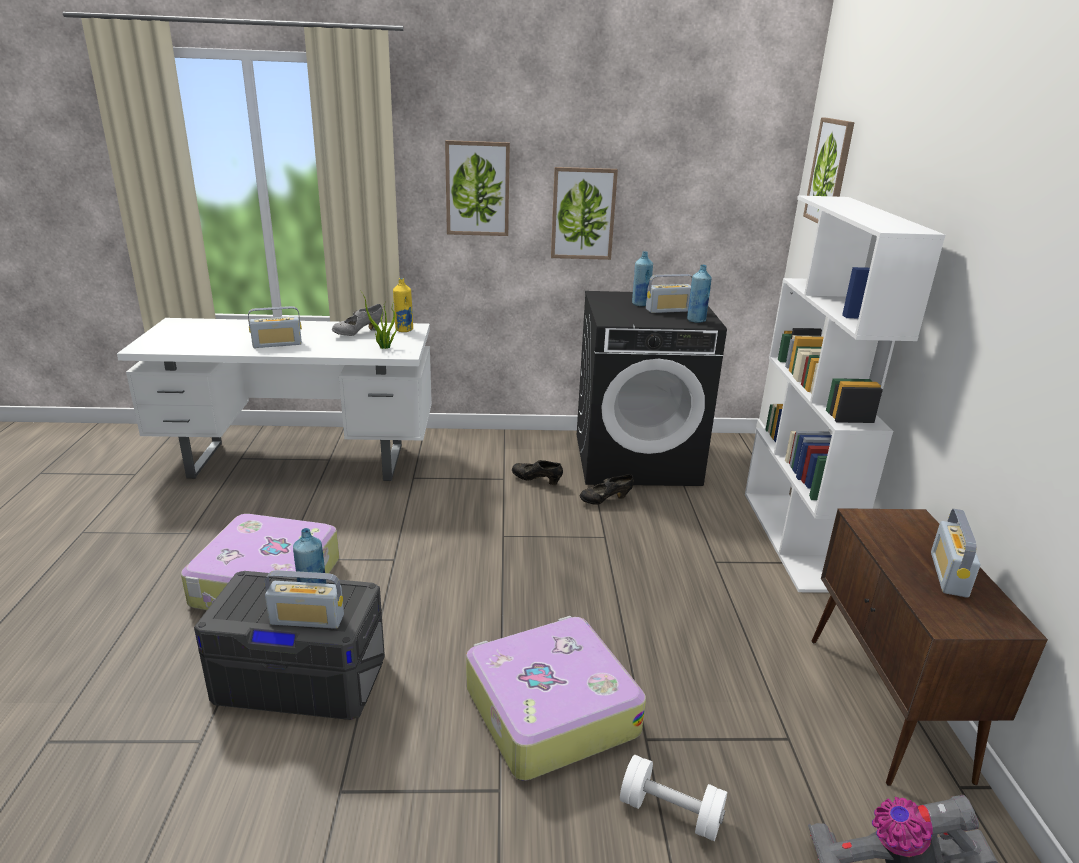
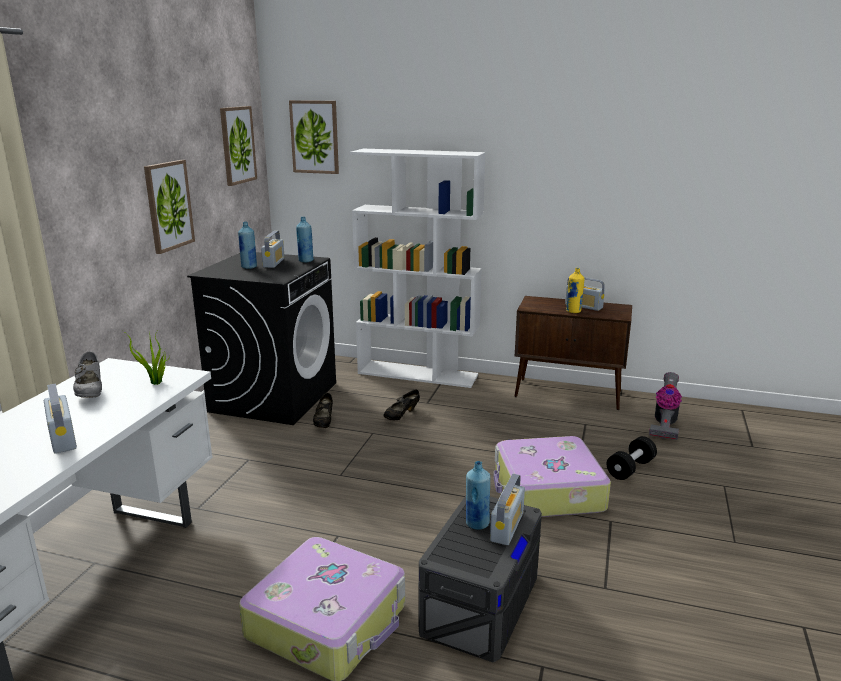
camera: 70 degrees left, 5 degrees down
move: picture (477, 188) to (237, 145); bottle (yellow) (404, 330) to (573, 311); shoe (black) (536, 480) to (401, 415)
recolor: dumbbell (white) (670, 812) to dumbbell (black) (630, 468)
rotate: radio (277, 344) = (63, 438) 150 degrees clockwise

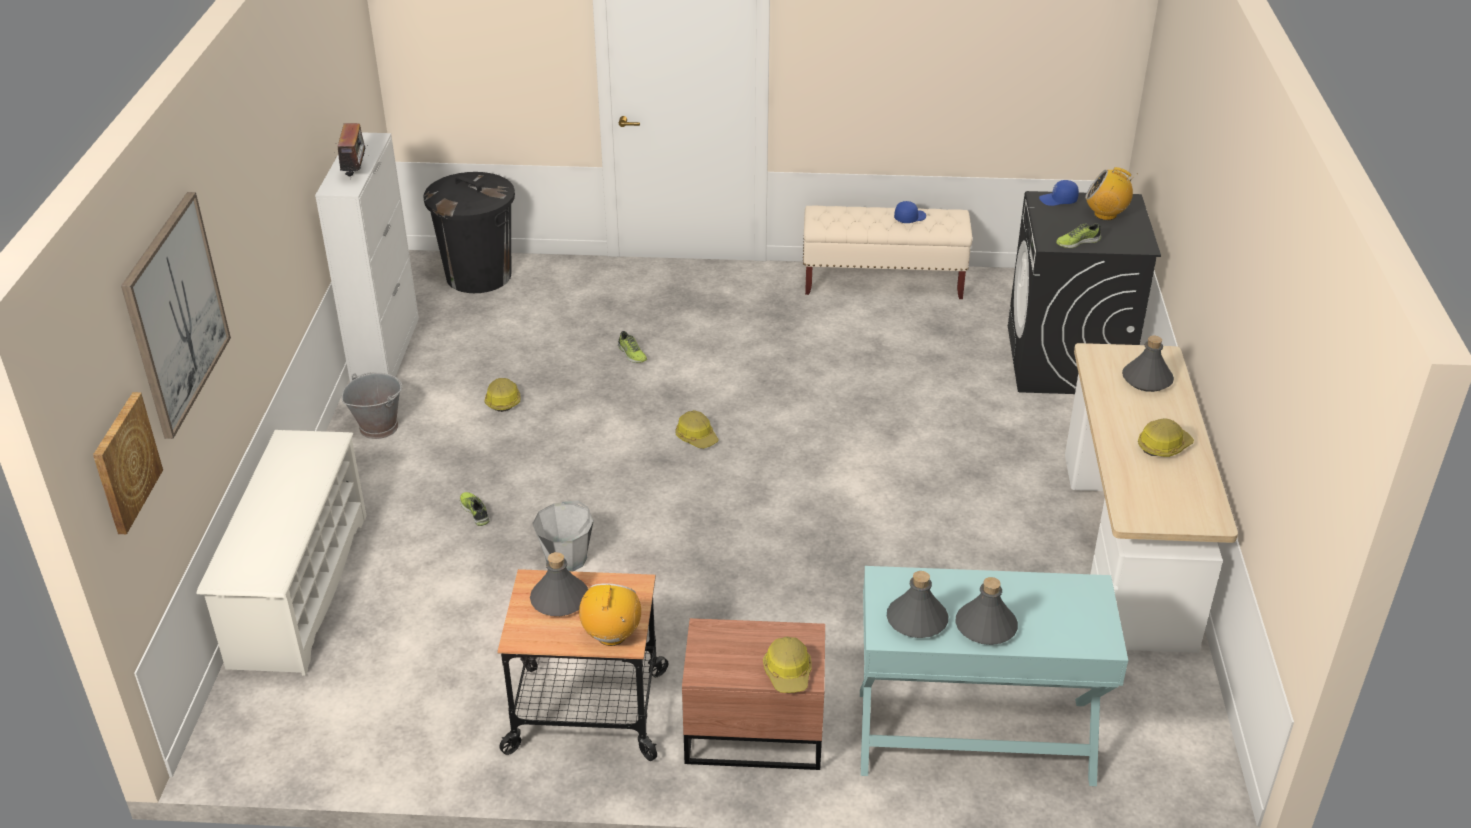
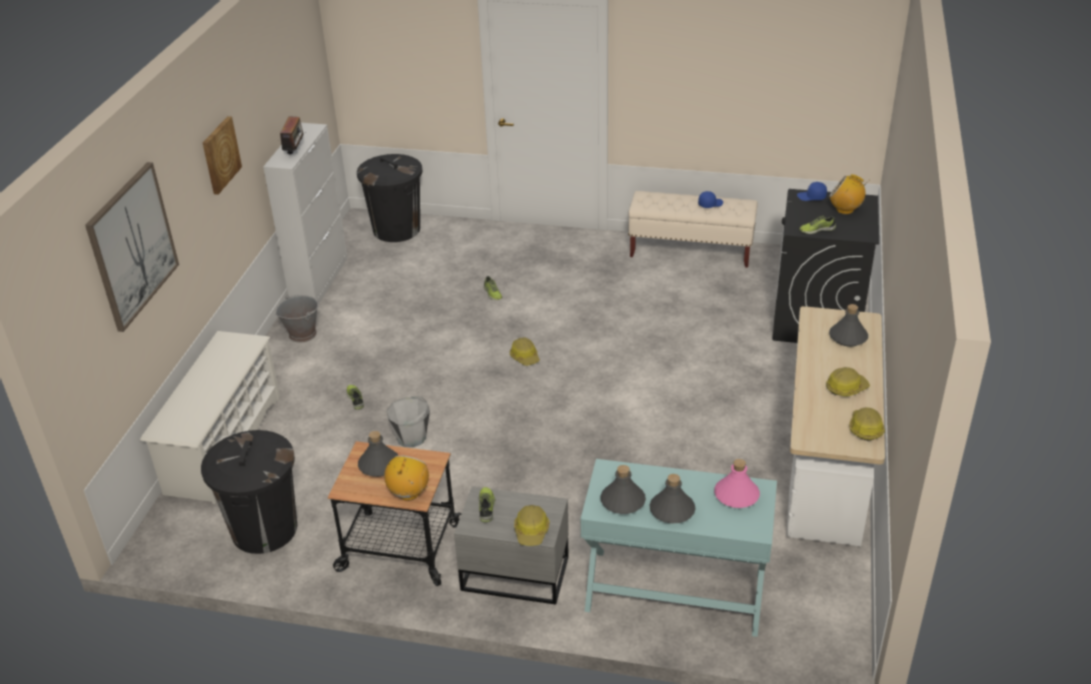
camera: 10 degrees right, 0 degrees up
insert: trash can (black) (264, 529); bottle (pink) (736, 495); shoe (487, 507)
move: hard hat (503, 400) to (865, 428); picture (125, 462) to (220, 155)
recolor: nightstand (brown) (752, 730) to nightstand (grey) (514, 571)

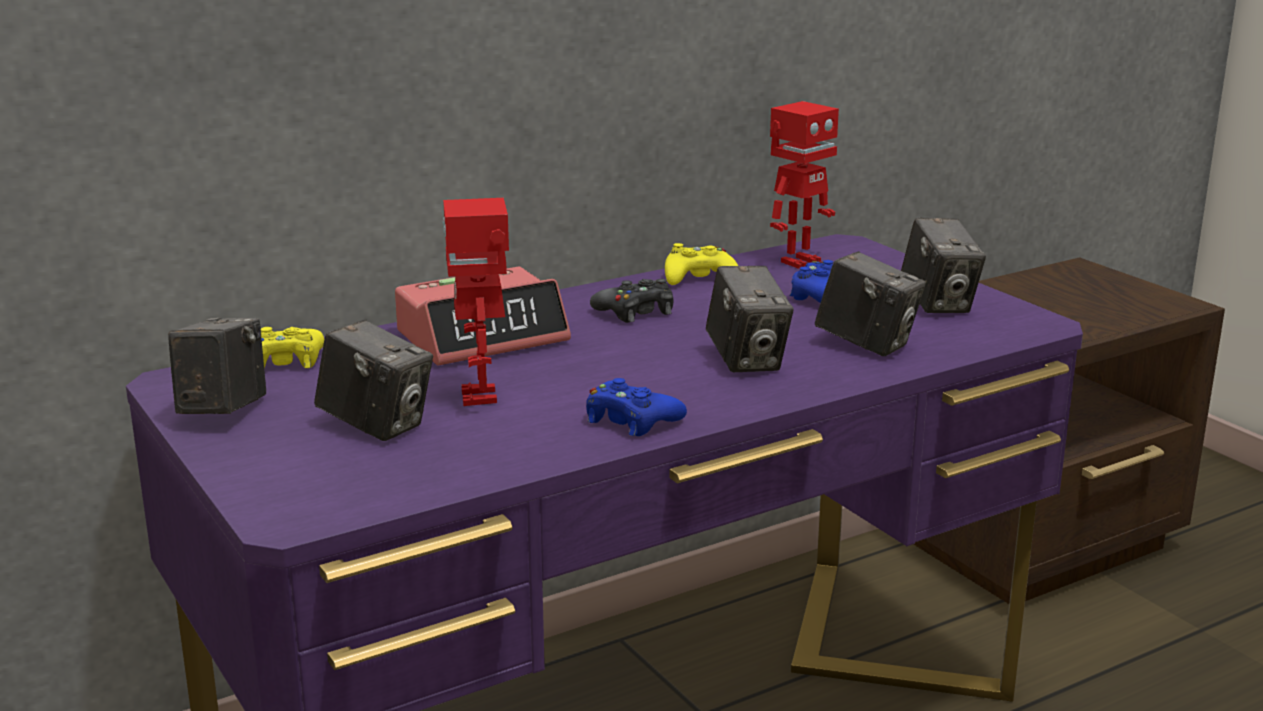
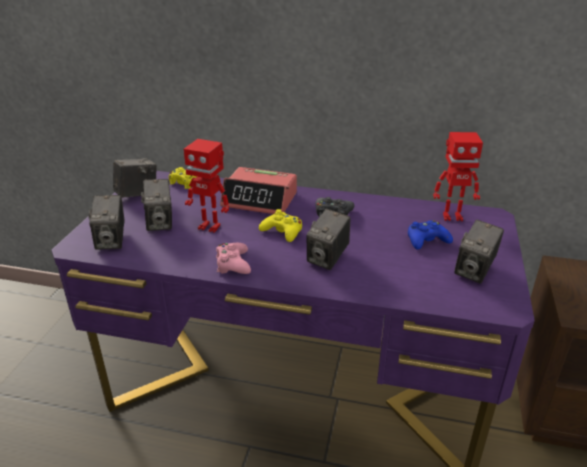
camera: 45 degrees right, 10 degrees up
move: game controller (yellow) (699, 278) to (282, 231); photo camera (867, 345) to (111, 241)
recolor: game controller (blue) (631, 420) to game controller (pink) (233, 264)
rotate: toy robot (481, 396) = (210, 226) 105 degrees counterclockwise

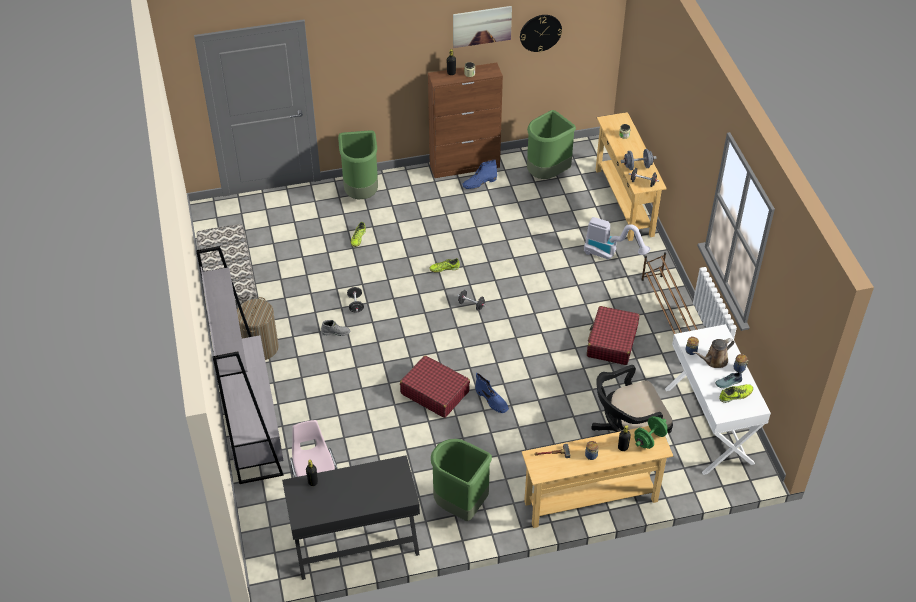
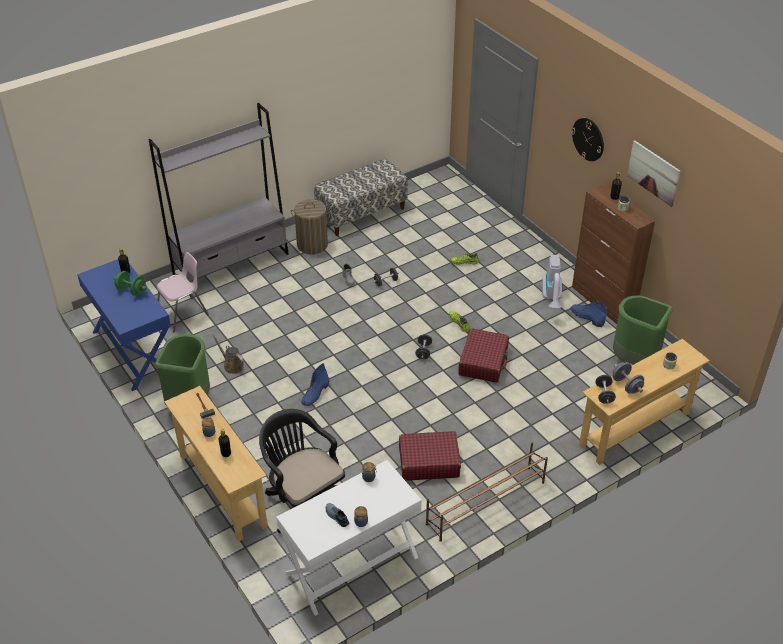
camera: 70 degrees right, 5 degrees down
delete: trash can (green) (361, 192); shoe (736, 395)
move: wall clock (540, 32) to (588, 139); vacuum cleaner (610, 254) to (552, 298); watering can (brown) (714, 361) to (232, 365); suitcase (red) (434, 392) to (483, 361); dumbbell (green) (649, 439) to (131, 291)
recolor: desk (black) (355, 543) to desk (blue) (134, 351)

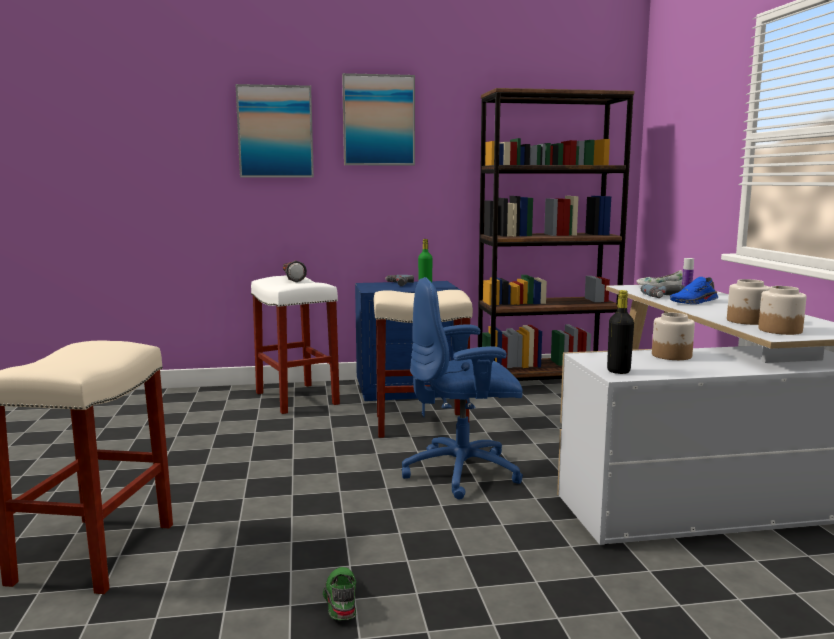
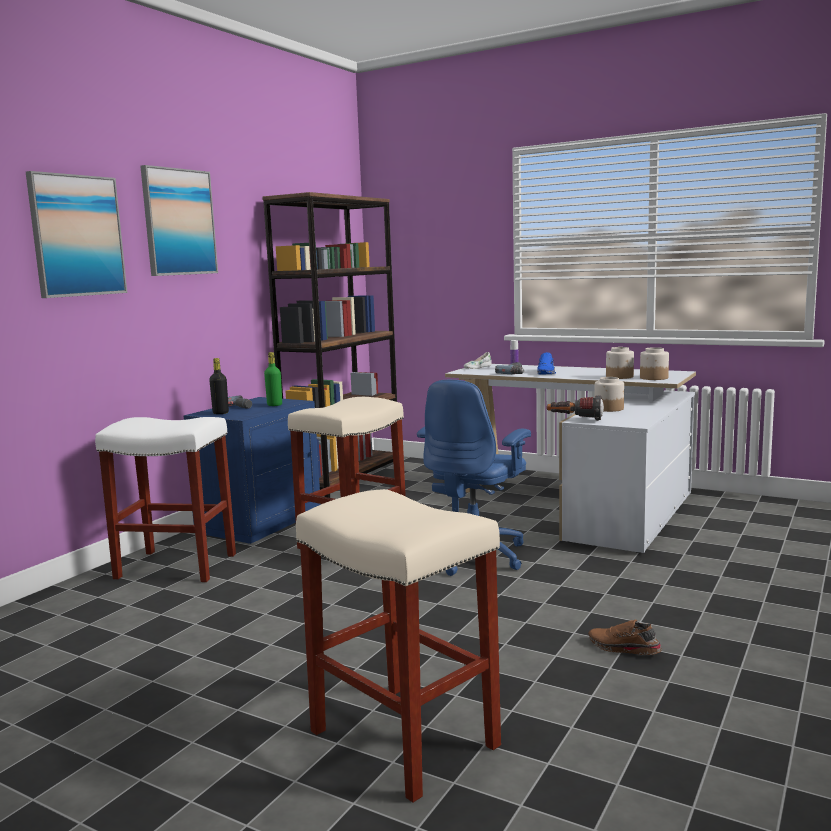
camera: 50 degrees left, 0 degrees up
move: flashlight (291, 279) to (574, 420); bottle (black) (618, 371) to (220, 413)
recolor: shoe (green) (340, 600) to shoe (brown) (623, 648)

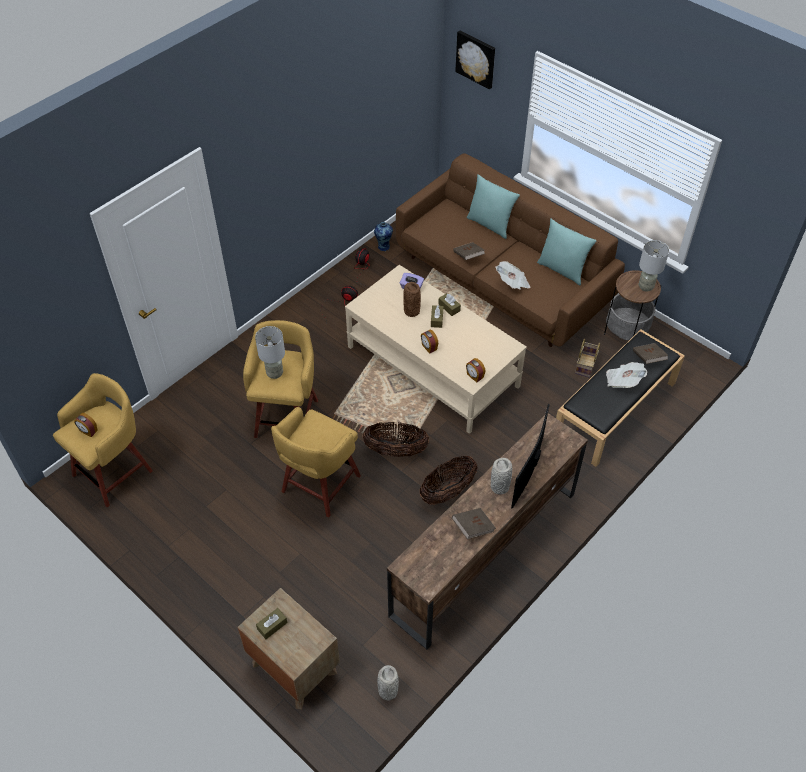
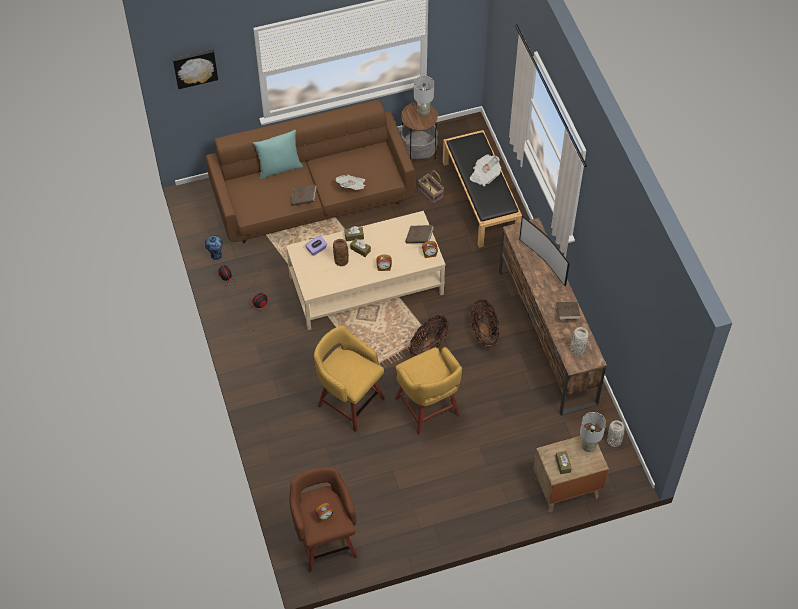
camera: 60 degrees left, 5 degrees up
delete: pillow (turquoise) (562, 270)
move: table lamp (grey) (274, 373) to (588, 446); book (brown) (648, 358) to (419, 238); vase (grey) (499, 486) to (577, 349)
recolor: stool (yellow) (115, 471) to stool (brown) (325, 540)

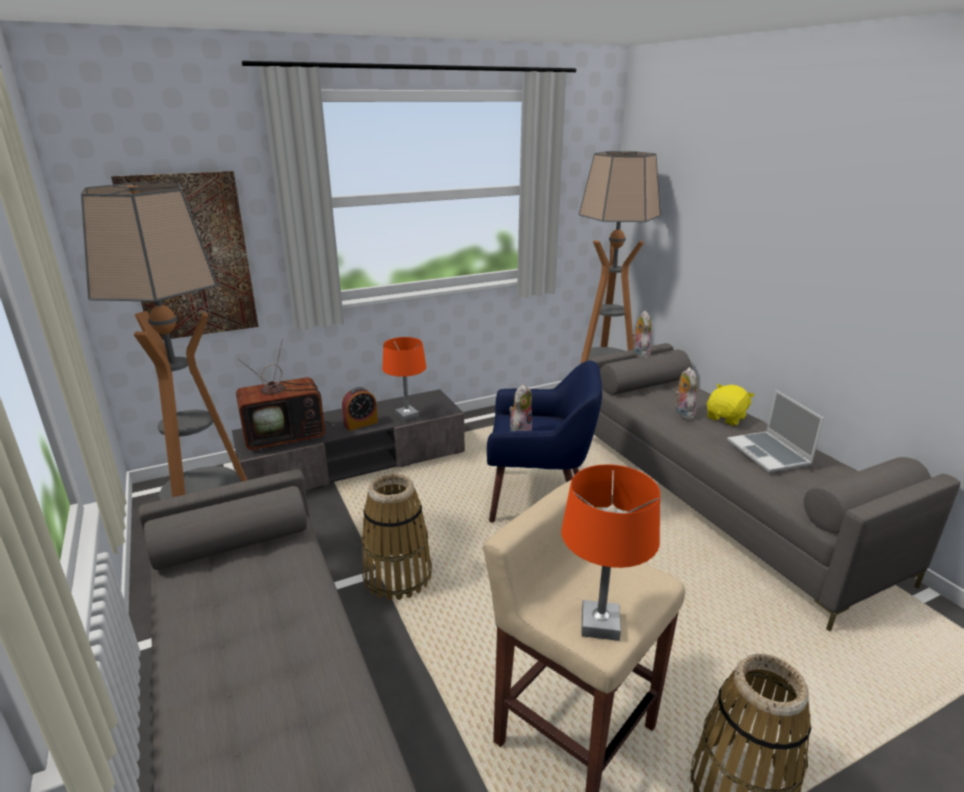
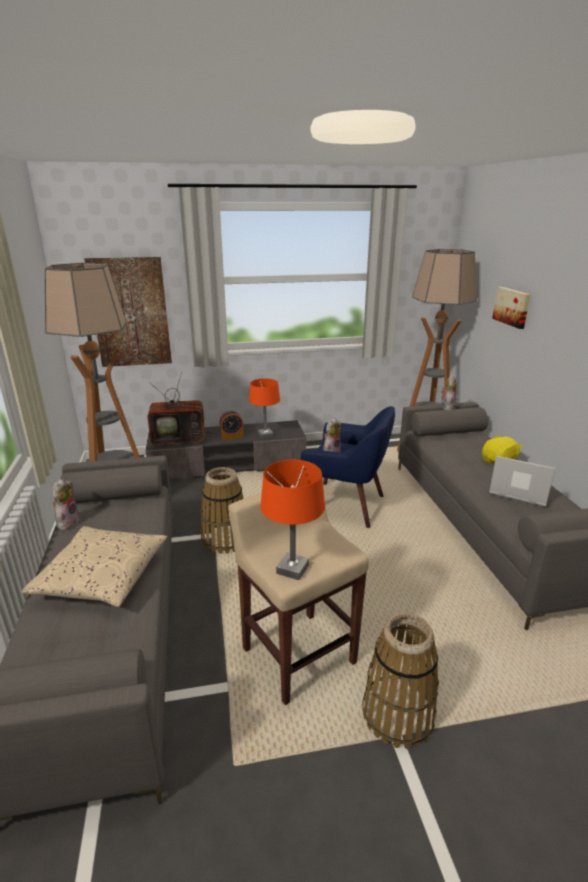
camera: 15 degrees right, 0 degrees up
insert: picture (512, 307); pillow (beige) (102, 577)
move: plush toy (682, 413) to (67, 522)
rotate: laptop (769, 453) = (518, 491) 120 degrees clockwise

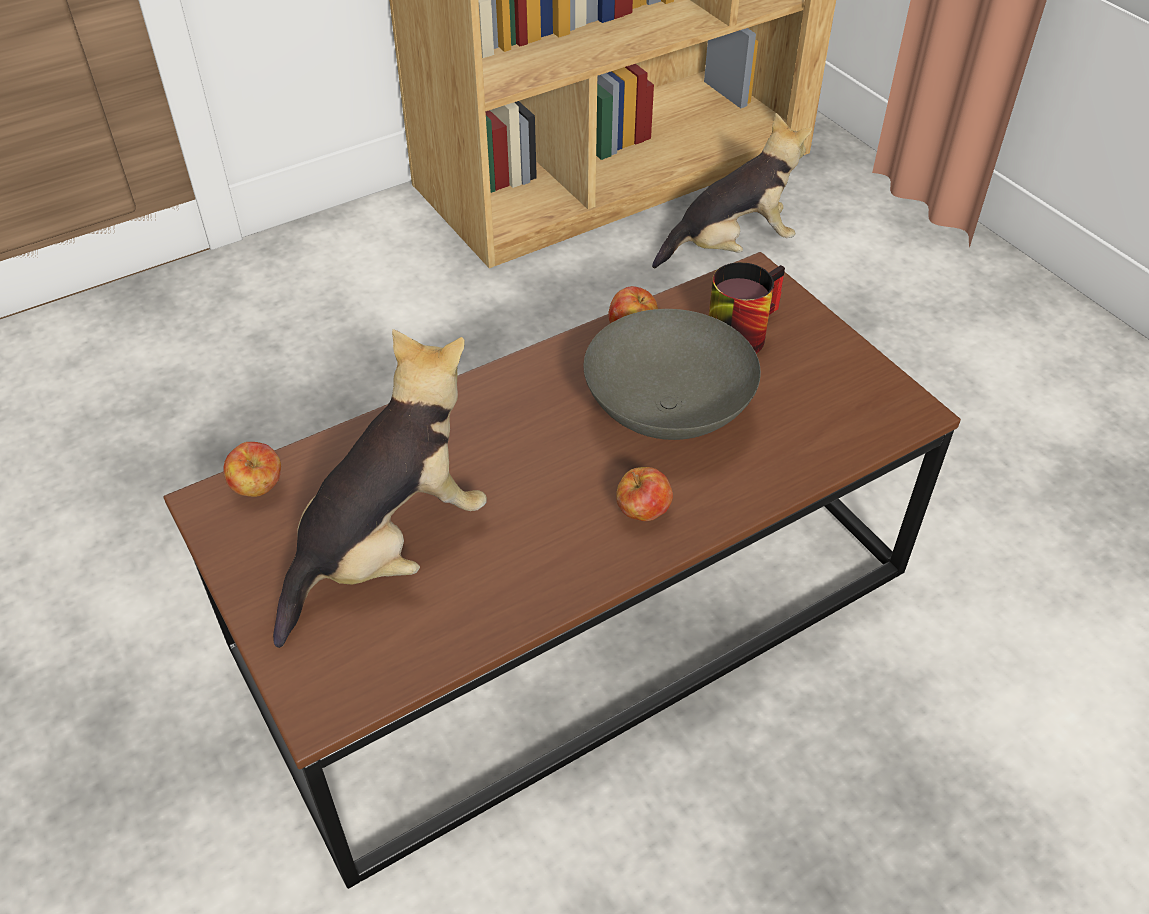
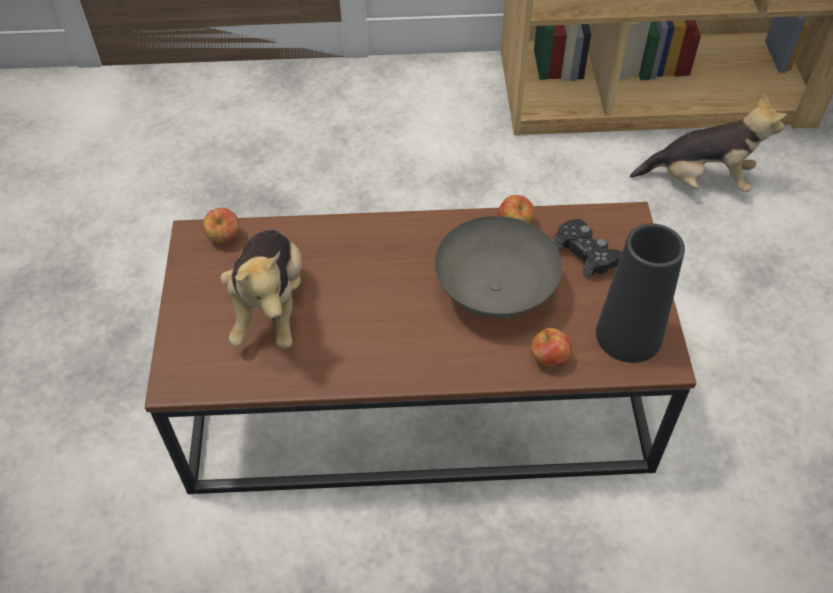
camera: 30 degrees right, 5 degrees up
insert: vase (black) (628, 335)
move: apple (643, 513) to (549, 359)
replace: mug (739, 330) to game controller (black) (586, 254)
rotate: plush toy (390, 548) = (270, 306) 105 degrees clockwise

